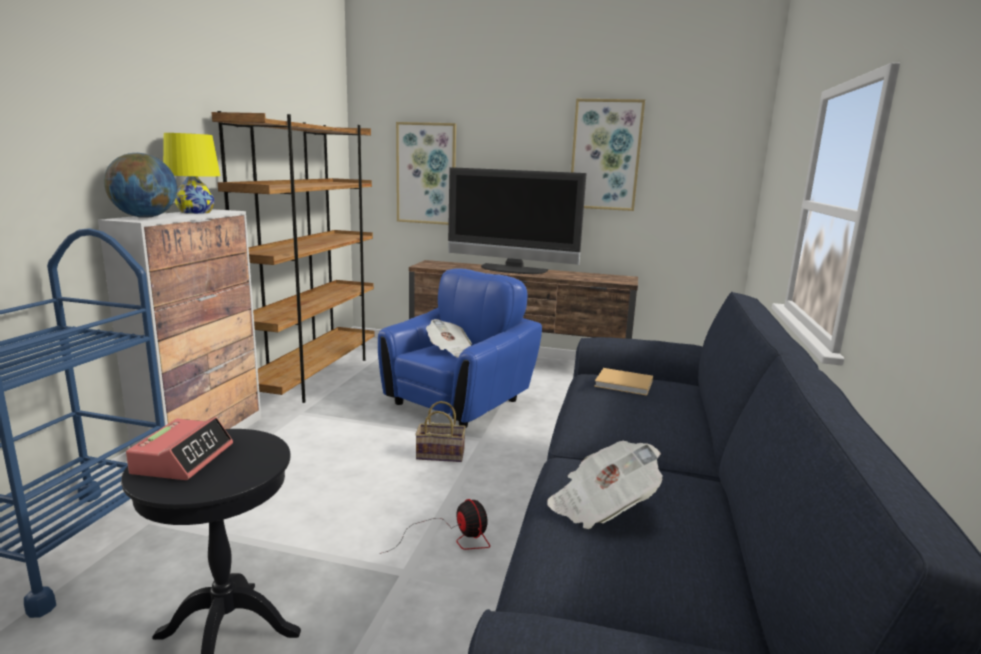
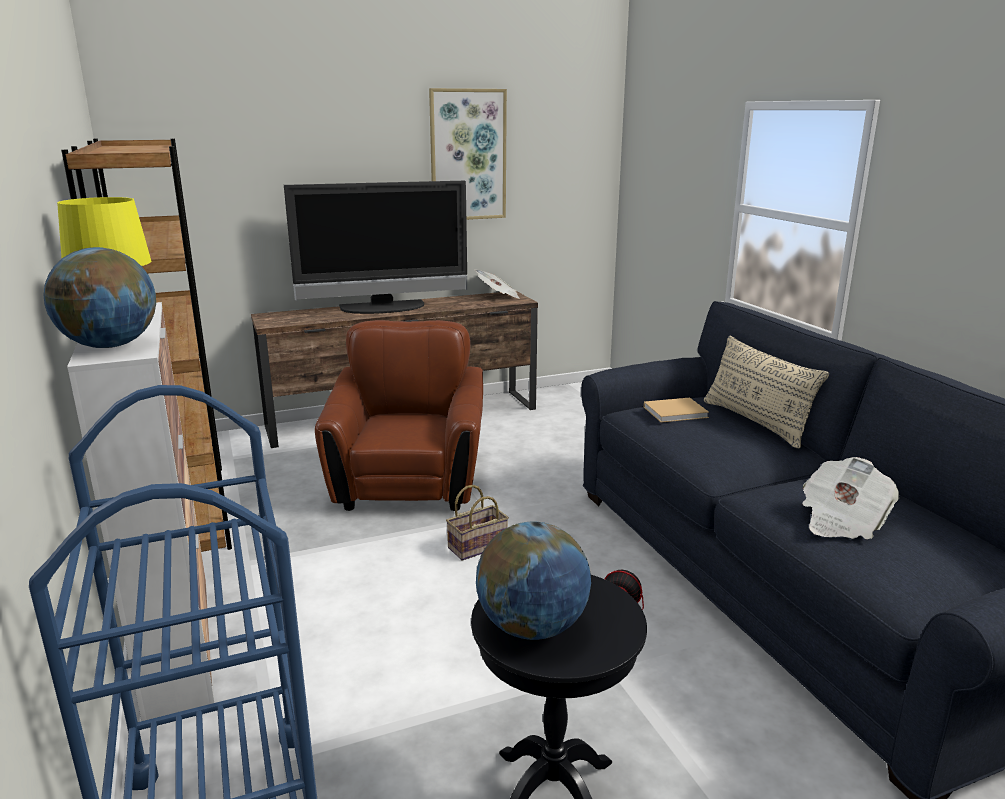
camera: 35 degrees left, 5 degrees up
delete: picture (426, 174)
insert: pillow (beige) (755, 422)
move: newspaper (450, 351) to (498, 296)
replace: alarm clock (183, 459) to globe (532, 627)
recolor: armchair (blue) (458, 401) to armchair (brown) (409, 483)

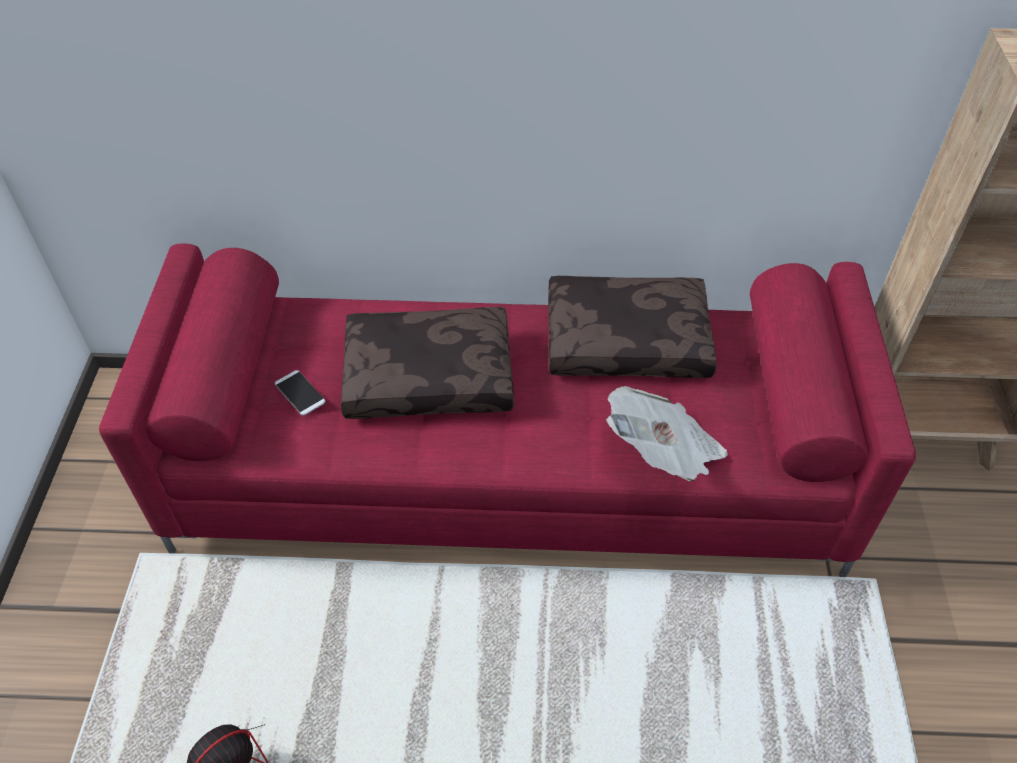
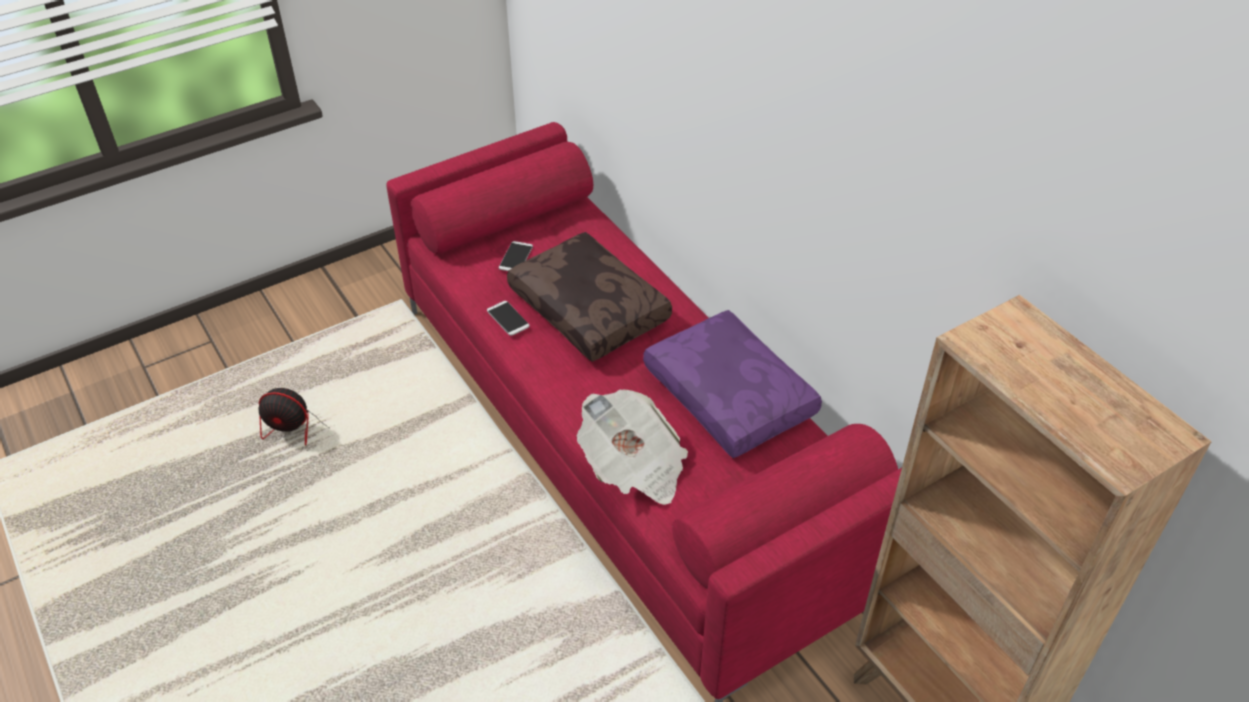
camera: 55 degrees right, 5 degrees down
insert: phone (508, 318)
recolor: pillow (brown) (628, 339) to pillow (purple) (732, 395)

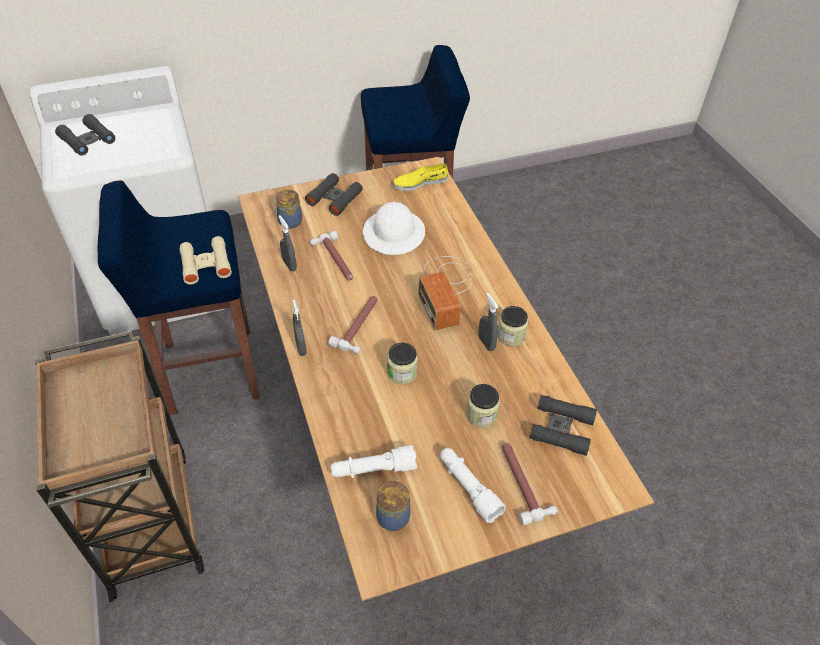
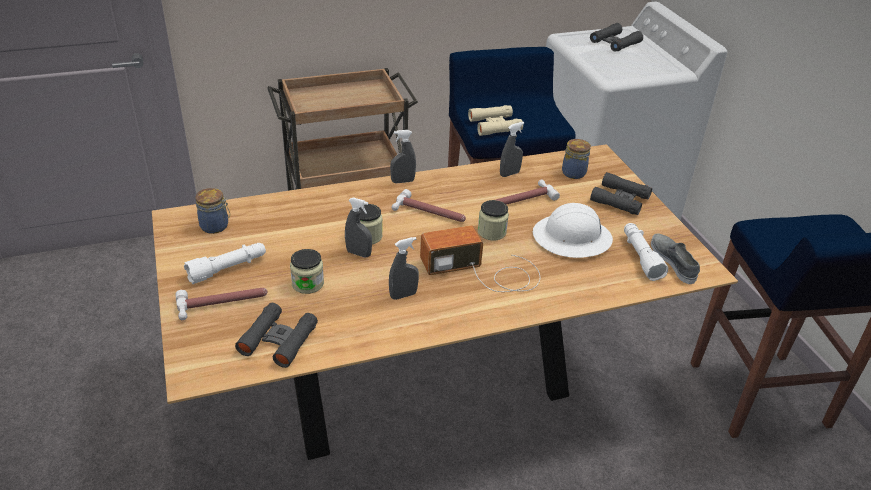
camera: 90 degrees right, 10 degrees down
insert: spray bottle (grey) (358, 253)
move: jar (510, 336) to (491, 232); flashlight (white) (373, 470) to (640, 257)
recolor: shoe (yellow) (420, 182) to shoe (grey) (673, 261)

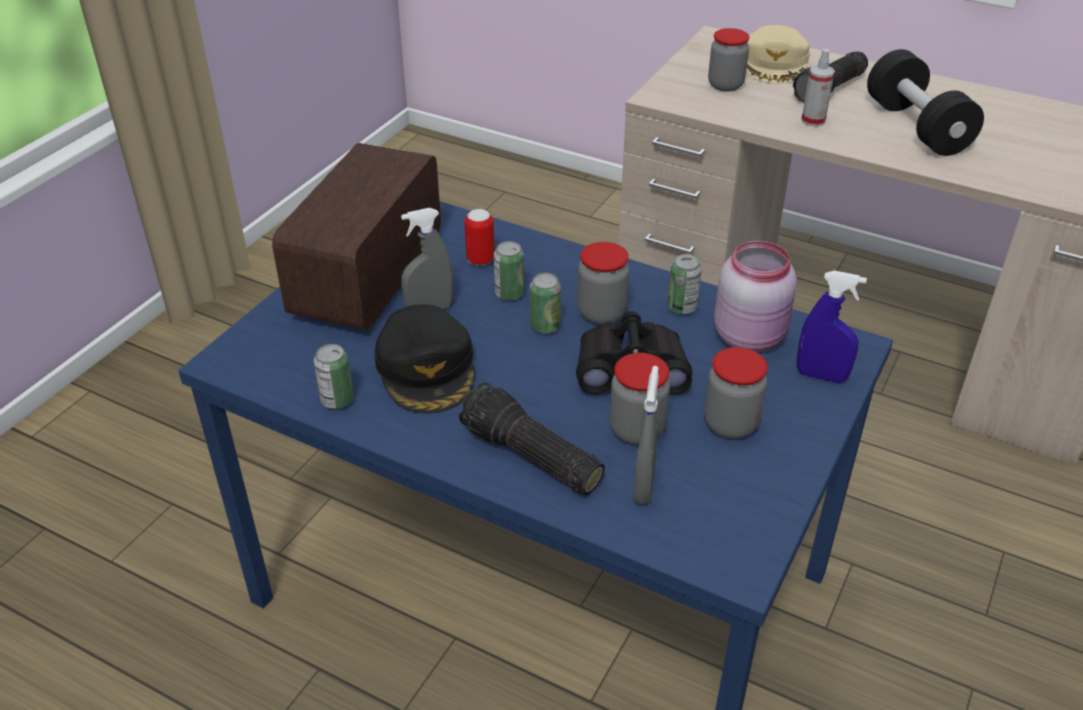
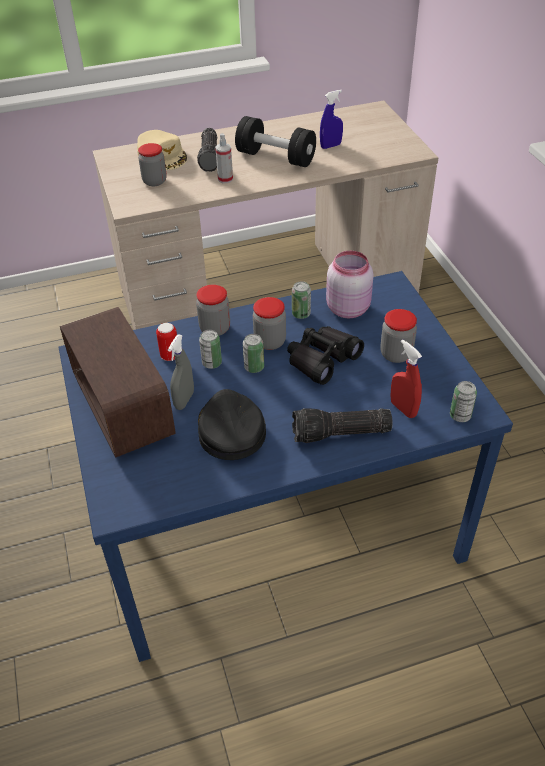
camera: 45 degrees left, 5 degrees up
move: spray bottle (blue) (821, 376) to (330, 146); can (337, 400) to (460, 416); jar (637, 430) to (215, 329)
recolor: spray bottle (grey) (643, 487) to spray bottle (red) (403, 409)
rotate: cap (black) (427, 368) = (230, 430) 135 degrees counterclockwise

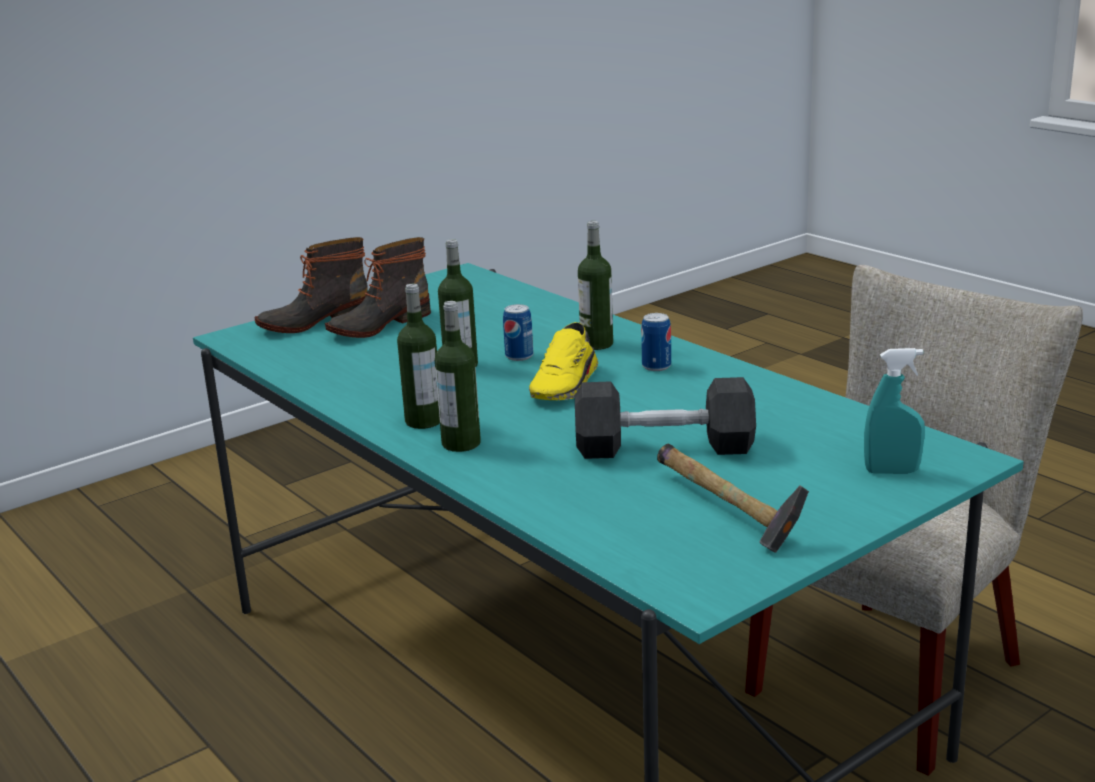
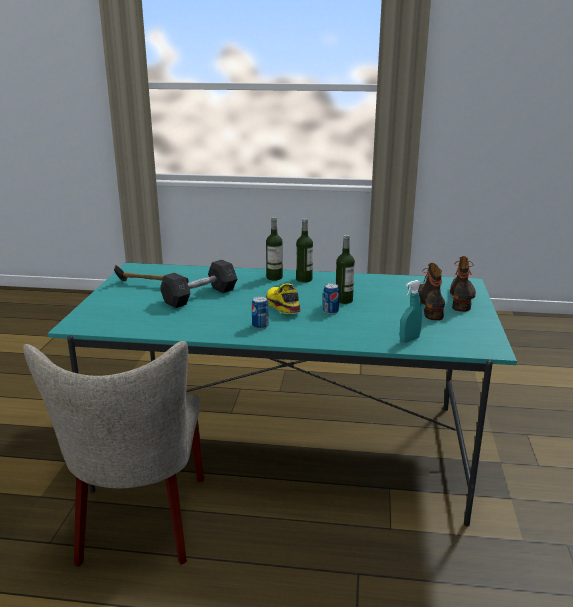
camera: 135 degrees right, 0 degrees up
delete: bottle (596, 344)
move: spray bottle (turquoise) (891, 471) to (409, 340)

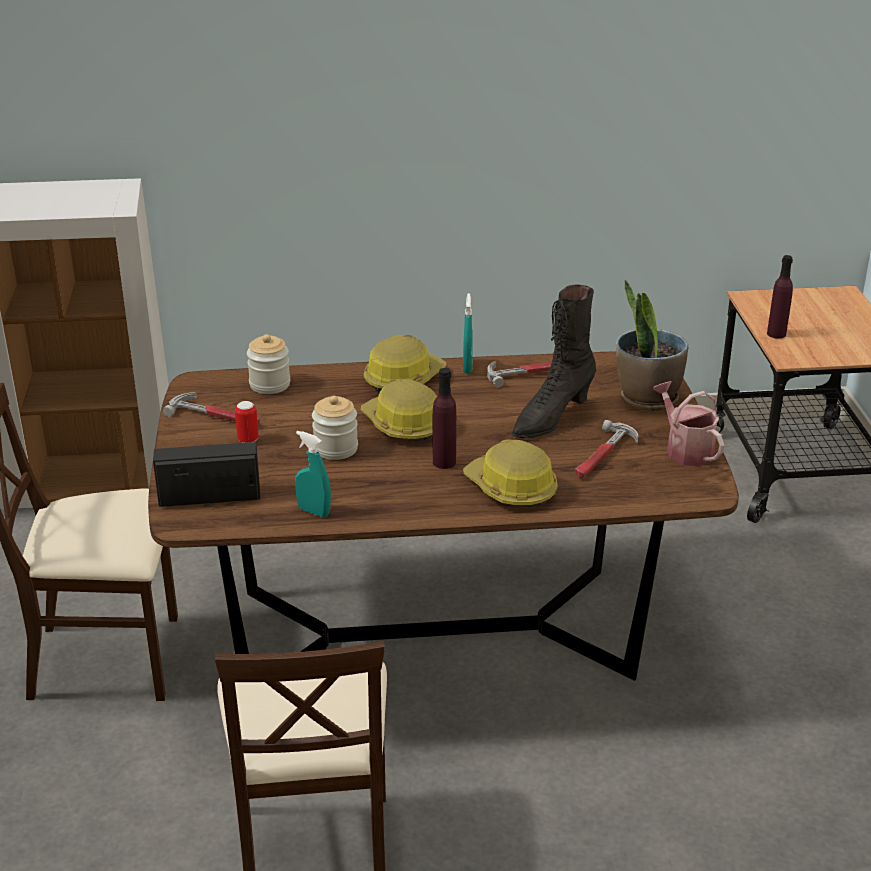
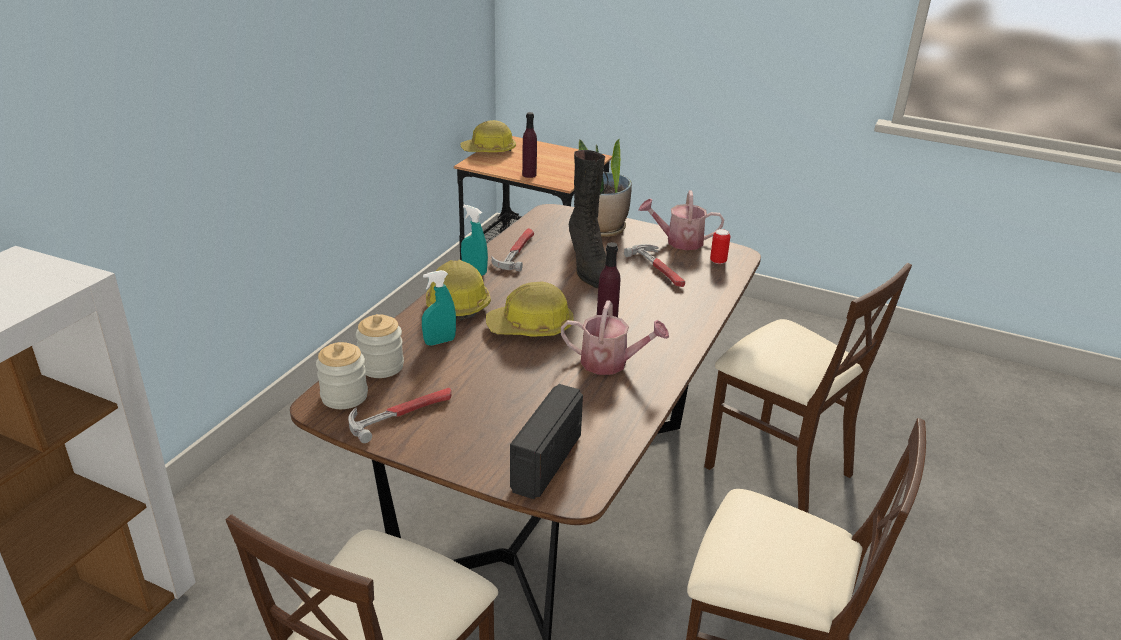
camera: 60 degrees left, 0 degrees up
insert: chair (beige) (777, 468); watering can (611, 363)
move: jar (336, 449) to (344, 396); can (248, 439) to (718, 261); spray bottle (turquoise) (314, 511) to (439, 341); hard hat (511, 488) to (489, 150)

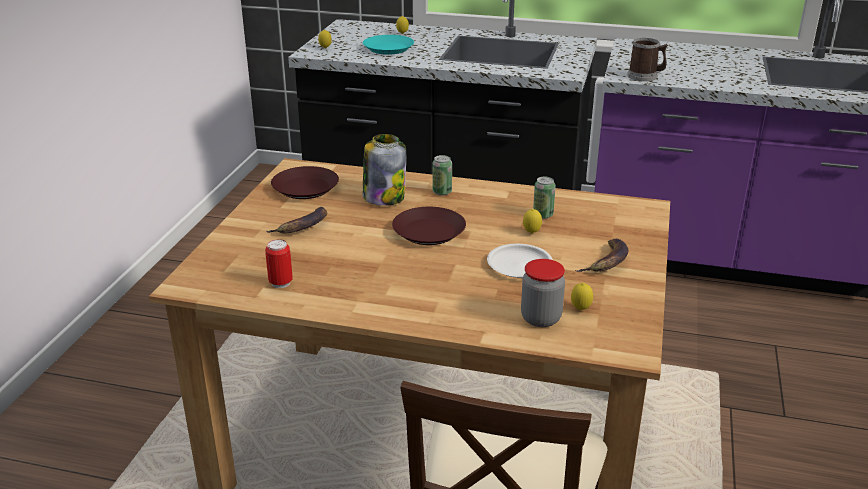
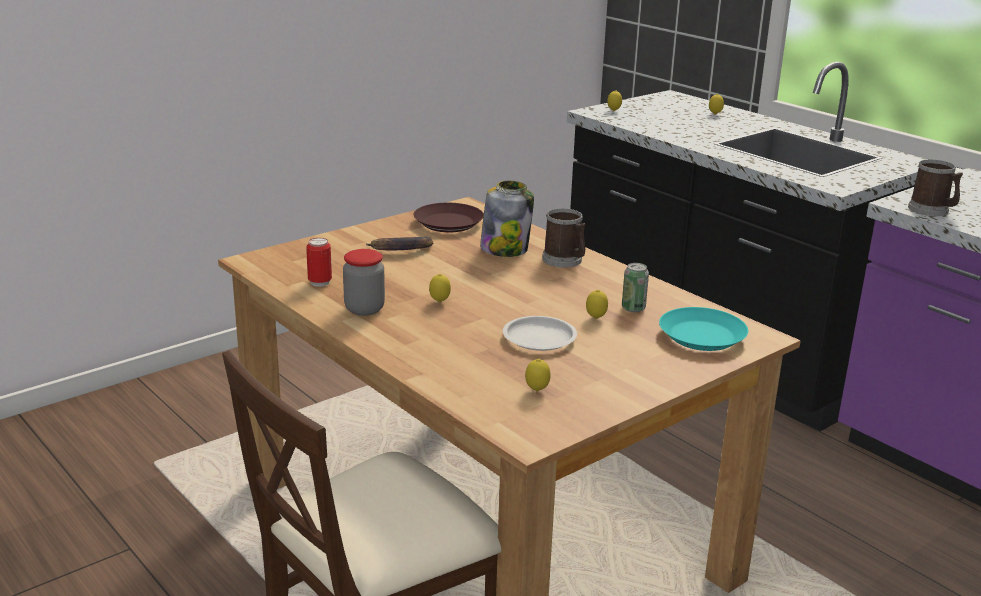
camera: 35 degrees right, 5 degrees down
delete: plate (brown) (429, 231); banana (607, 262)
insert: lemon (439, 302)
move: plate (turquoise) (388, 48) to (702, 336); jar (541, 318) to (364, 309)
replace: can (442, 192) to mug (565, 261)

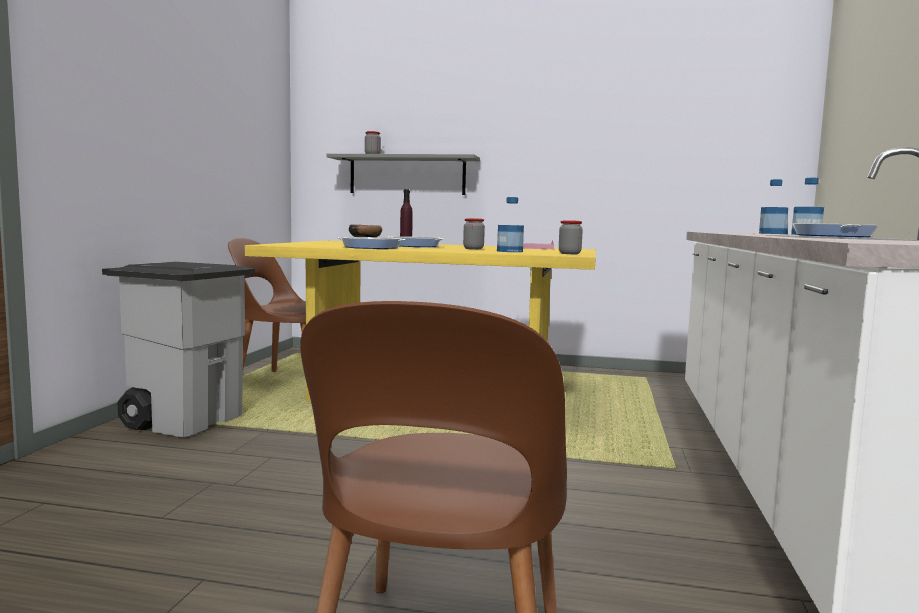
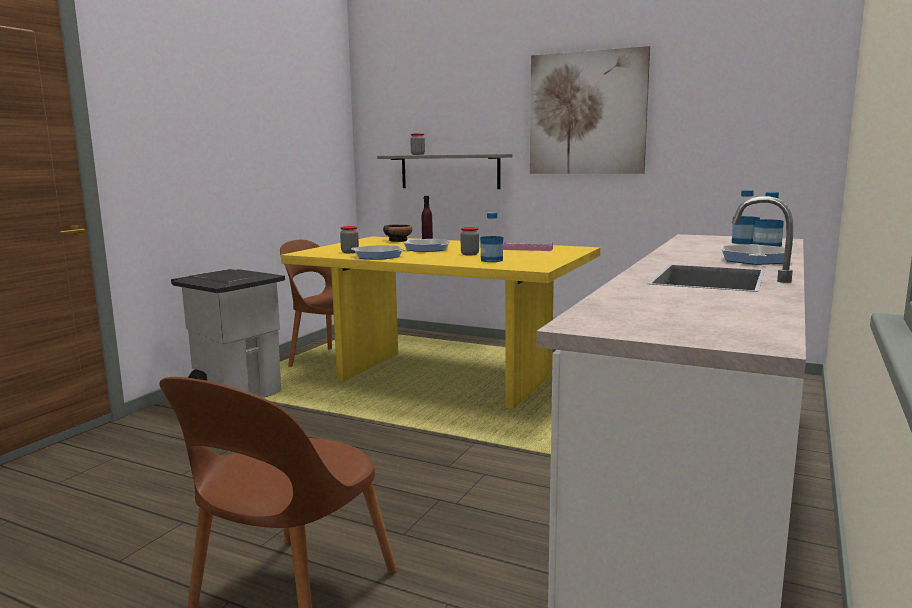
camera: 15 degrees right, 5 degrees up
insert: picture (587, 113)
move: jar (569, 253) to (350, 252)

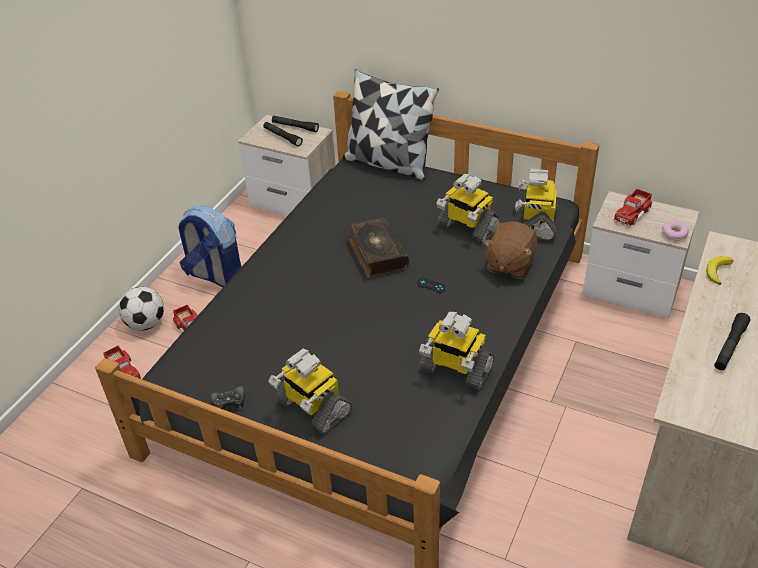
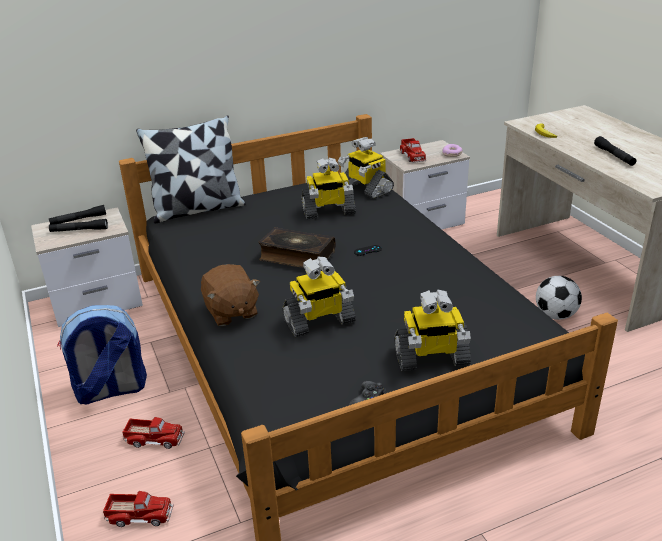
camera: 50 degrees left, 10 degrees down
move: plush toy (brown) (509, 264) to (231, 312); football (146, 324) to (555, 315); toy robot (455, 369) to (319, 322)

